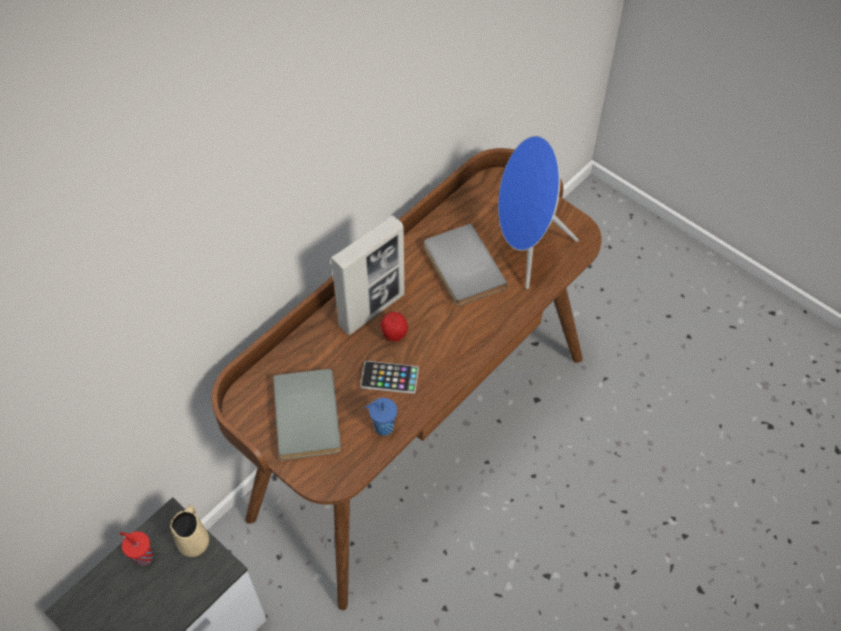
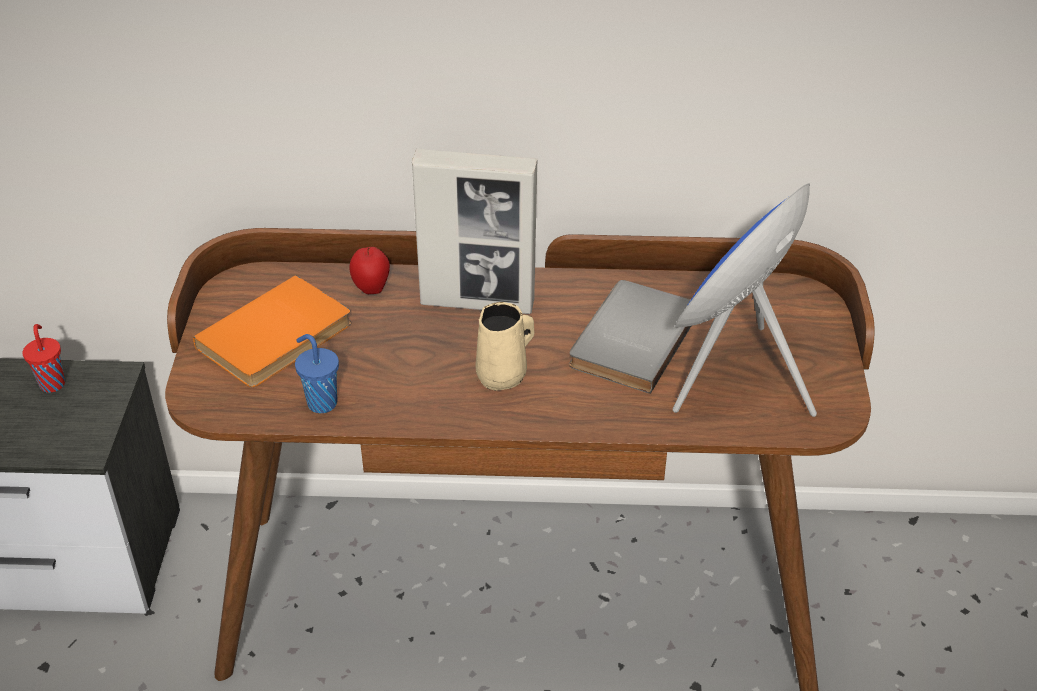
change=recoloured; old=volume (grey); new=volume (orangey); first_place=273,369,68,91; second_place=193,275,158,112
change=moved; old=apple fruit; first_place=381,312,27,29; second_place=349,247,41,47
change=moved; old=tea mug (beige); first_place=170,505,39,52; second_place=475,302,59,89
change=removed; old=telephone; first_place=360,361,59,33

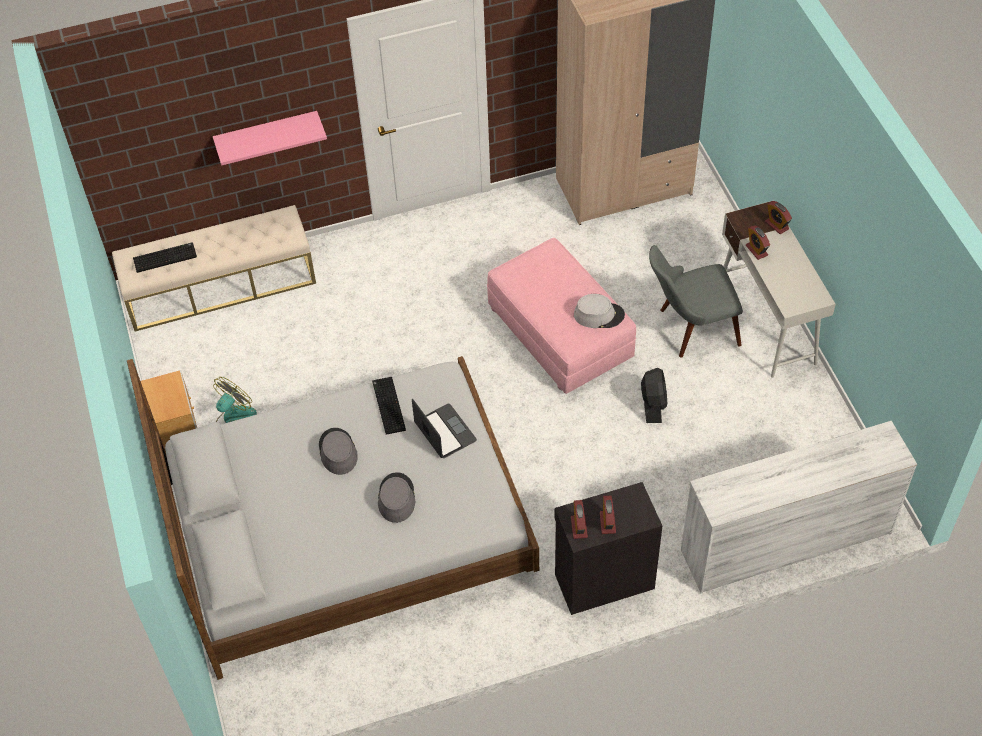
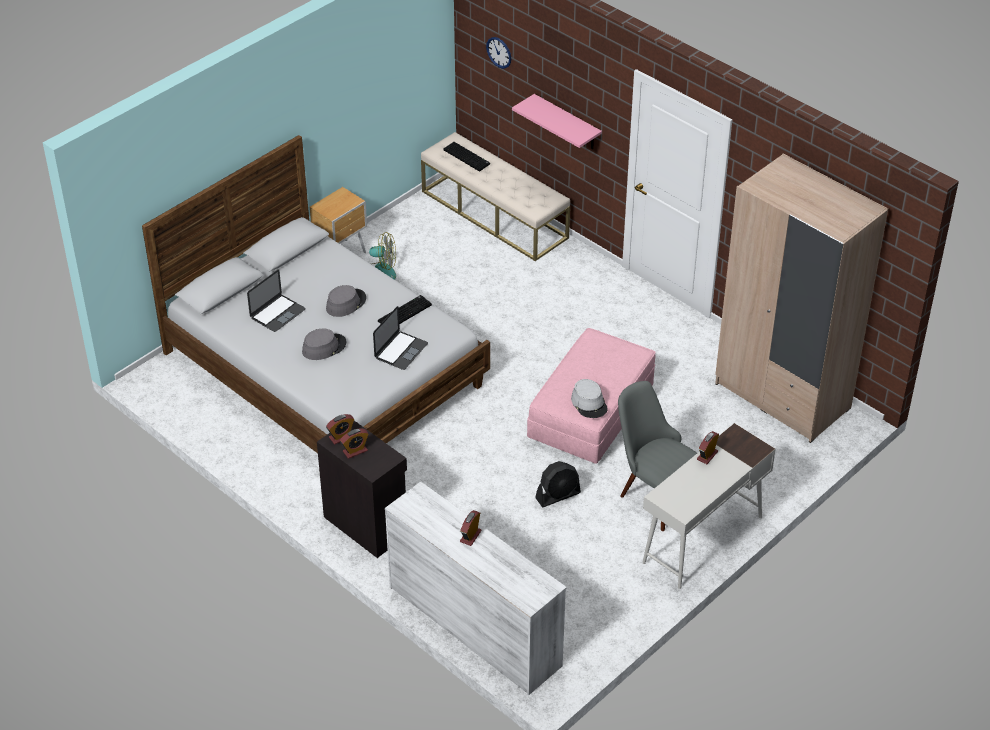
change=added; new=laptop; second_place=247,270,58,62
change=moved; old=table clock; first_place=765,201,27,33; second_place=460,510,21,36
change=added; new=clock on the wall; second_place=486,37,25,32

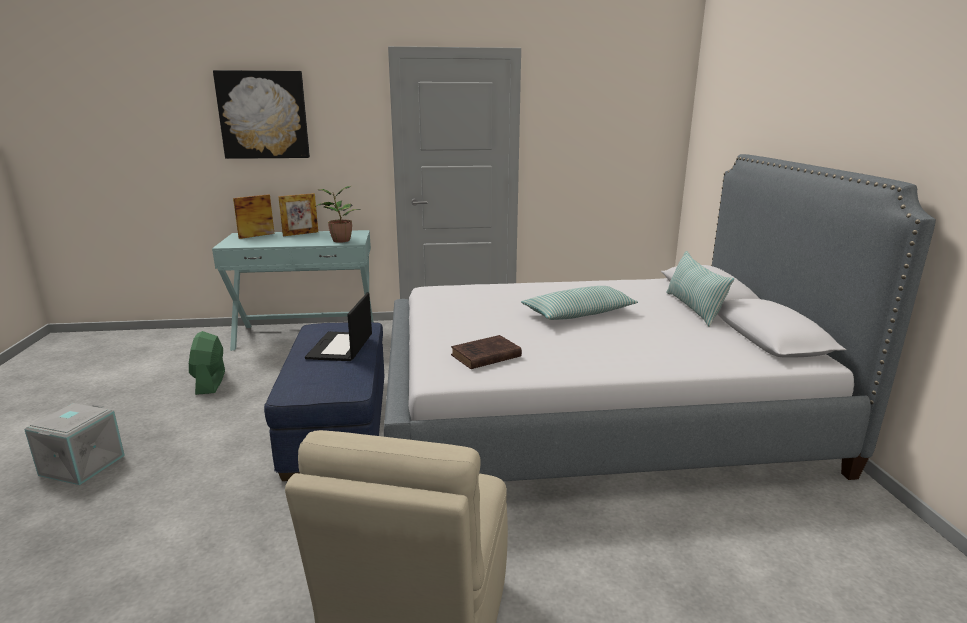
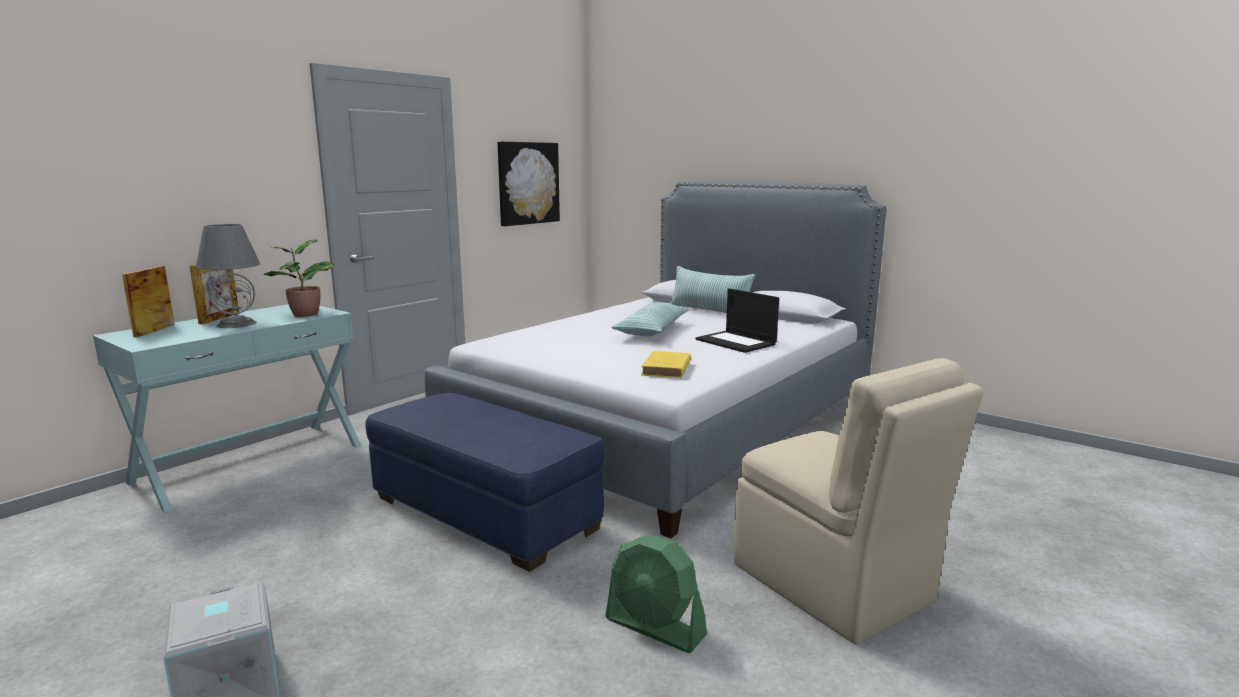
change=added; new=tabletop lamp (grey); second_place=195,224,65,104
change=moved; old=wall art; first_place=213,70,97,89; second_place=498,142,62,84
change=moved; old=electric fan (green-coloured); first_place=189,331,36,64; second_place=605,536,102,117
change=recoloured; old=volume (brown-coloured); new=volume (yellow); first_place=451,335,71,34; second_place=641,351,50,27
change=moved; old=laptop; first_place=305,293,67,68; second_place=696,288,83,65

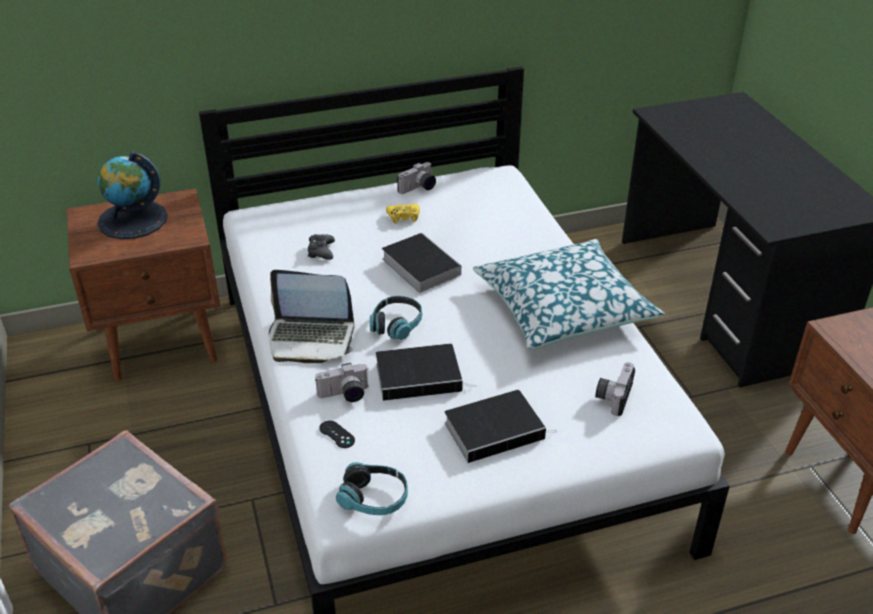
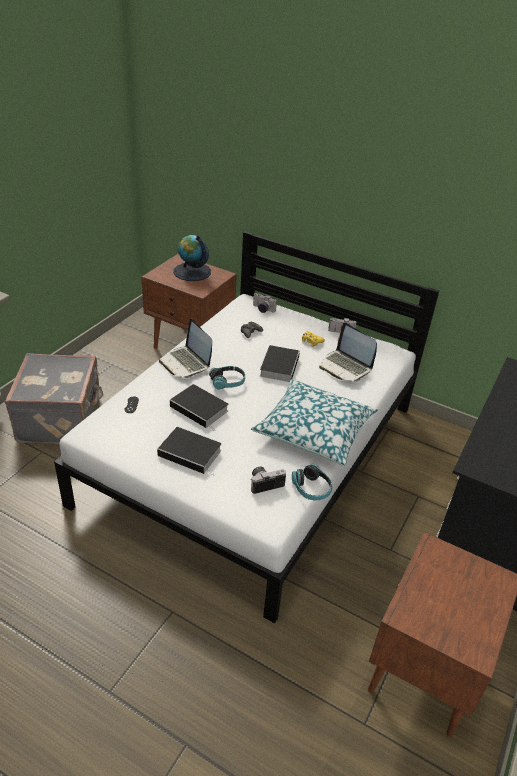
change=moved; old=photo camera; first_place=315,363,54,39; second_place=253,293,24,20
change=moved; old=headset; first_place=336,462,72,53; second_place=292,464,40,36
change=added; new=laptop; second_place=319,323,58,58

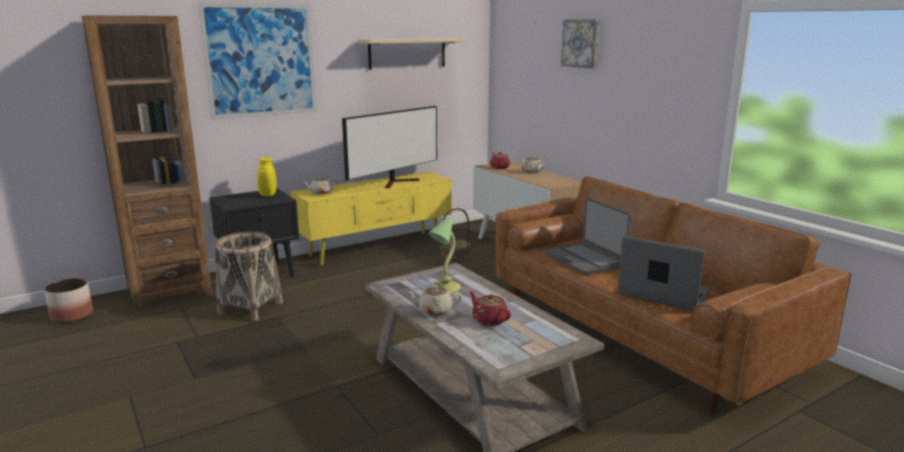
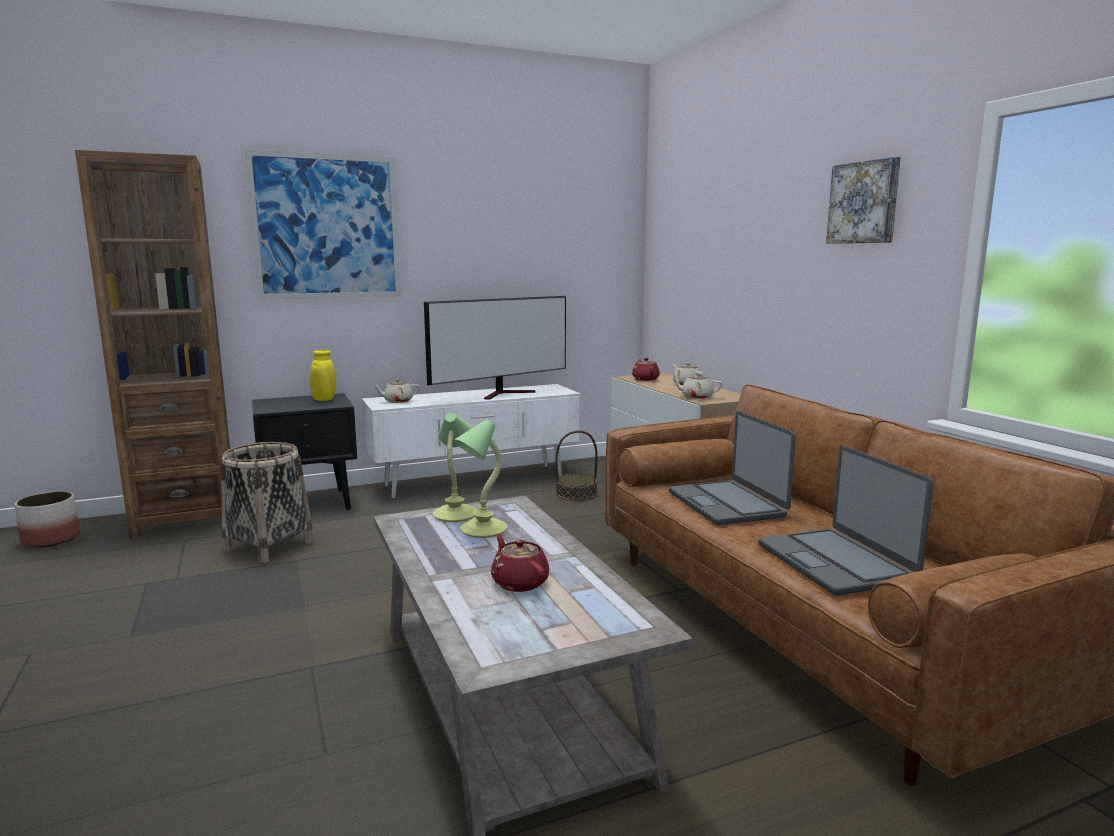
change=recoloured; old=tv stand (yellow); new=tv stand (whitish); first_place=290,172,162,94; second_place=362,384,218,114
change=added; new=tabletop lamp; second_place=433,413,44,109
change=moved; old=tea pot (beige); first_place=406,285,55,31; second_place=671,373,51,26
change=turned; old=laptop; first_place=618,236,92,75; second_place=758,445,175,151; degrees=-150
change=moved; old=wall art; first_place=561,19,39,49; second_place=826,157,75,87
change=removed; old=shelf (beige); first_place=358,38,109,32

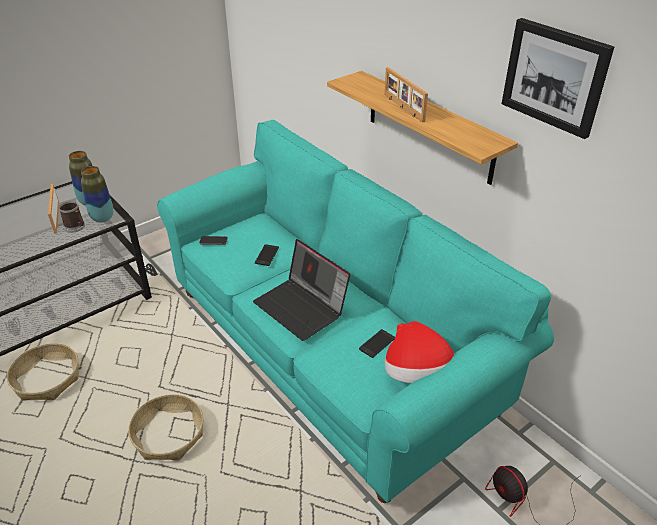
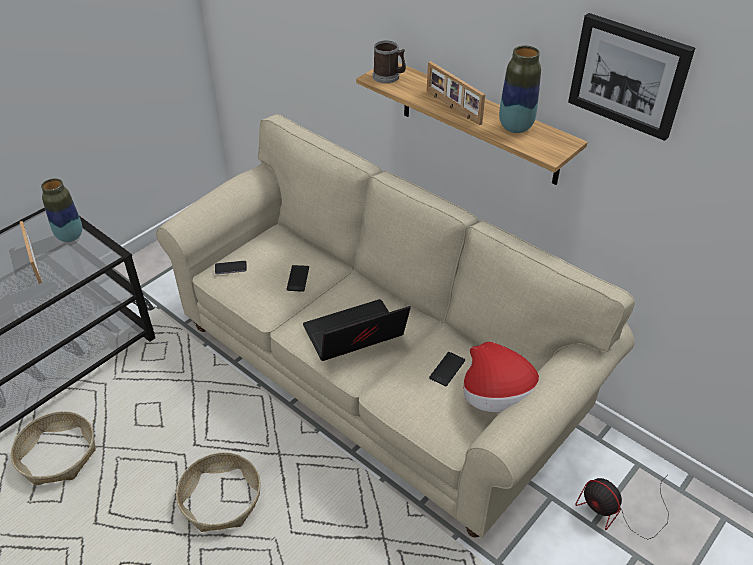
change=recoloured; old=couch (turquoise-coloured); new=couch (beige); first_place=157,120,397,383; second_place=156,114,479,424
change=turned; old=laptop; first_place=253,239,97,102; second_place=303,299,108,62; degrees=120
change=moved; old=tea mug; first_place=58,201,27,32; second_place=373,40,33,43
change=moved; old=decorative vase; first_place=81,166,33,57; second_place=499,45,42,88

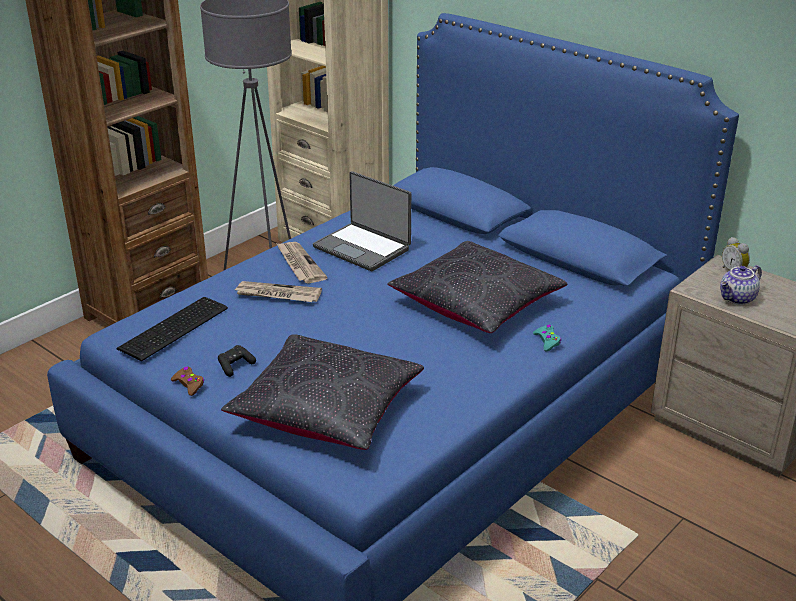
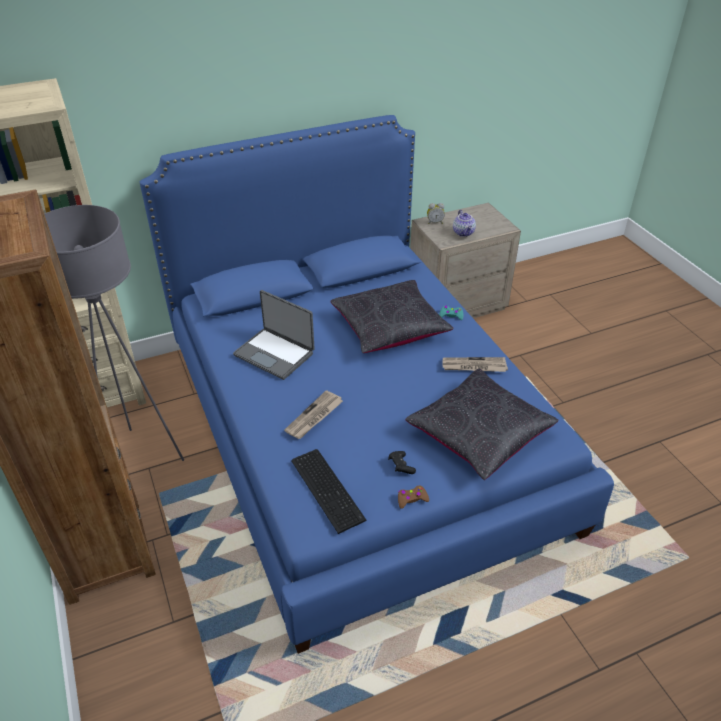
change=turned; old=laptop; first_place=313,171,98,100; second_place=233,290,81,90; degrees=60
change=moved; old=daily paper; first_place=276,242,51,42; second_place=443,357,65,15

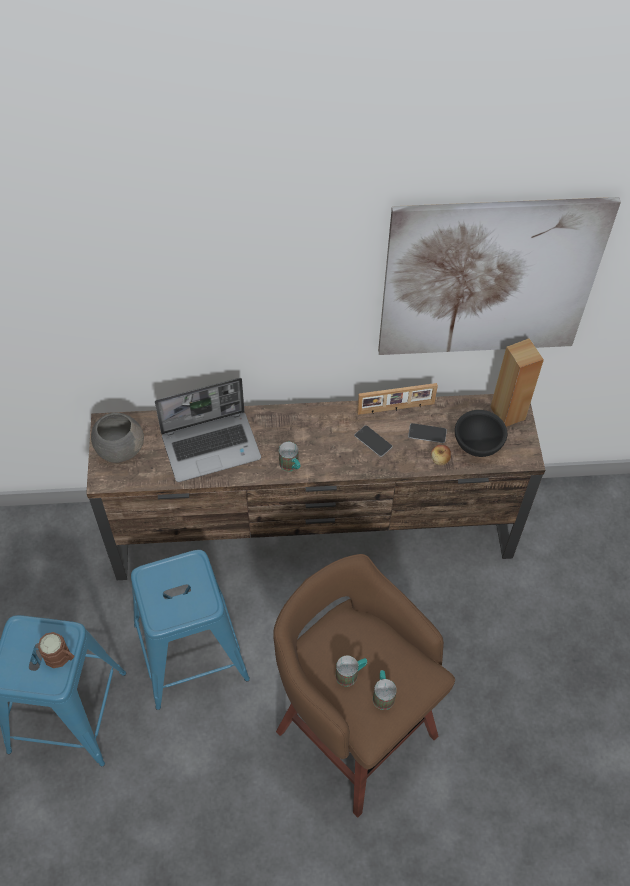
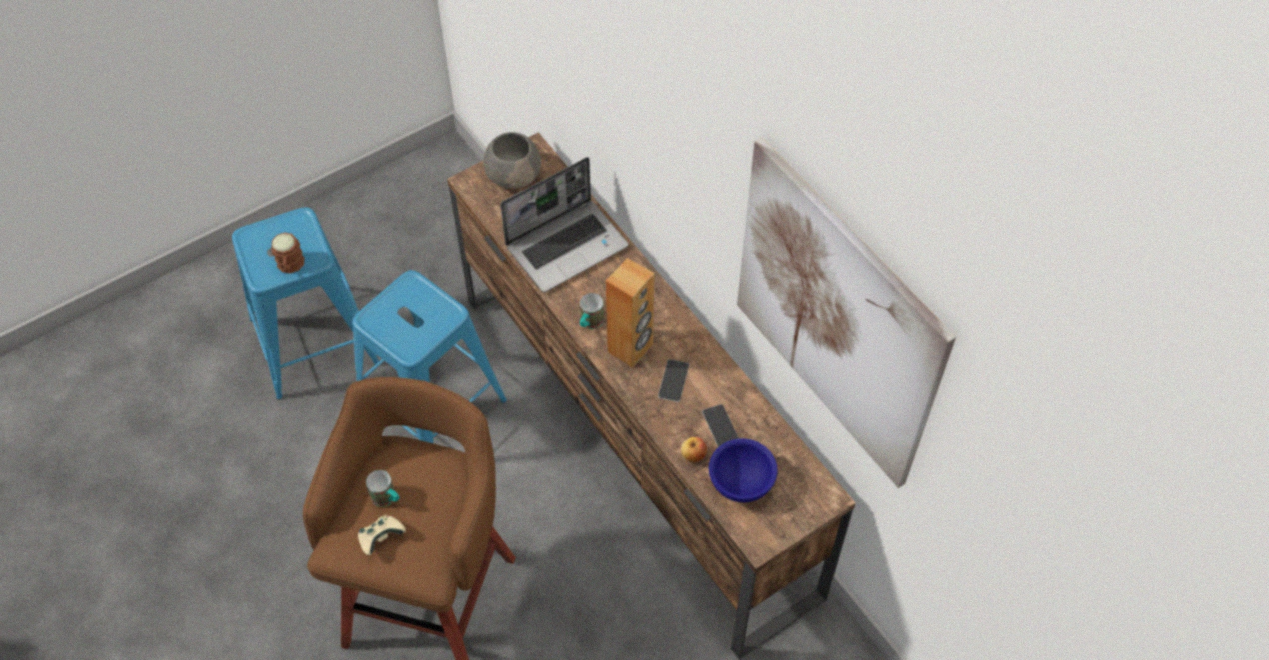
change=replaced; old=tea mug; new=joypad (beige); first_place=373,670,24,40; second_place=358,515,48,40
change=turned; old=laptop; first_place=155,378,106,104; second_place=500,157,128,135; degrees=-75
change=moved; old=loudspeaker (brown-coloured); first_place=490,338,54,89; second_place=606,258,49,110
change=recoloured; old=serving bowl (black-coloured); new=serving bowl (blue-coloured); first_place=455,410,52,47; second_place=709,438,69,64
change=removed; old=standing frame; first_place=357,383,81,32

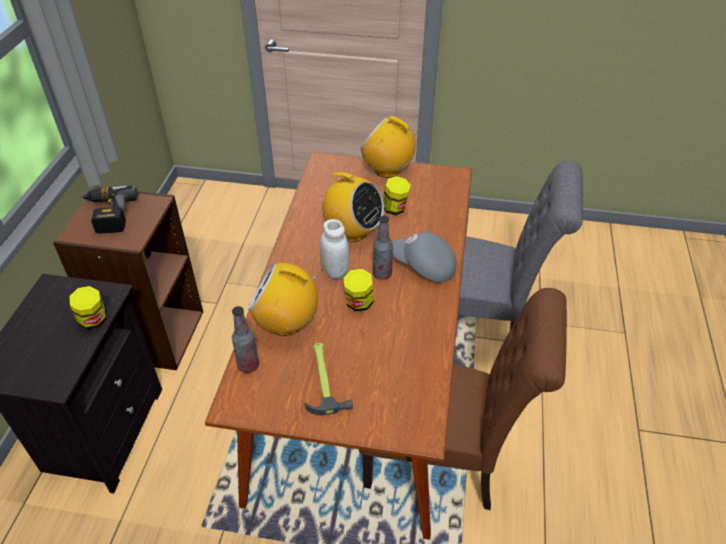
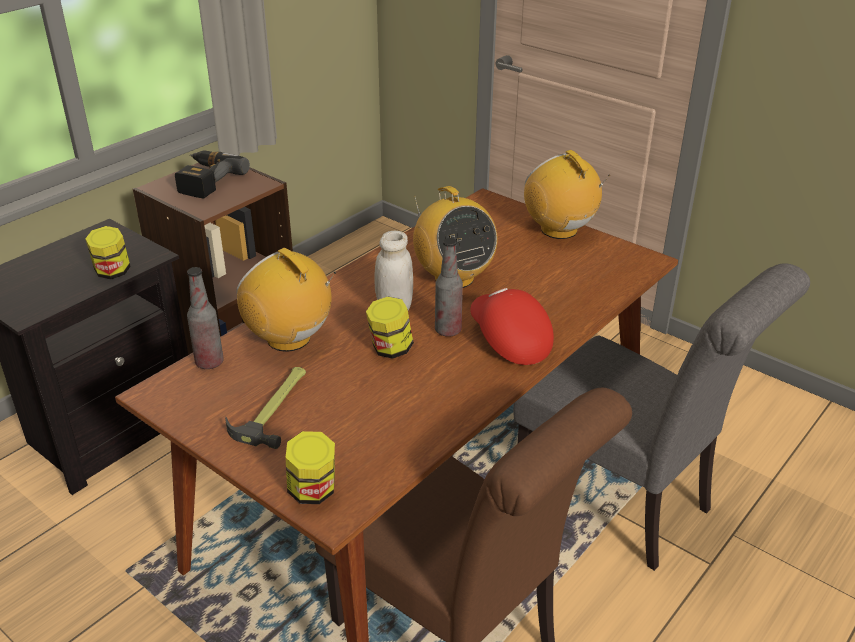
change=moved; old=jar; first_place=383,176,28,39; second_place=285,431,50,73
change=recoloured; old=peaked cap (grey); new=peaked cap (red); first_place=393,232,63,50; second_place=470,288,84,77

